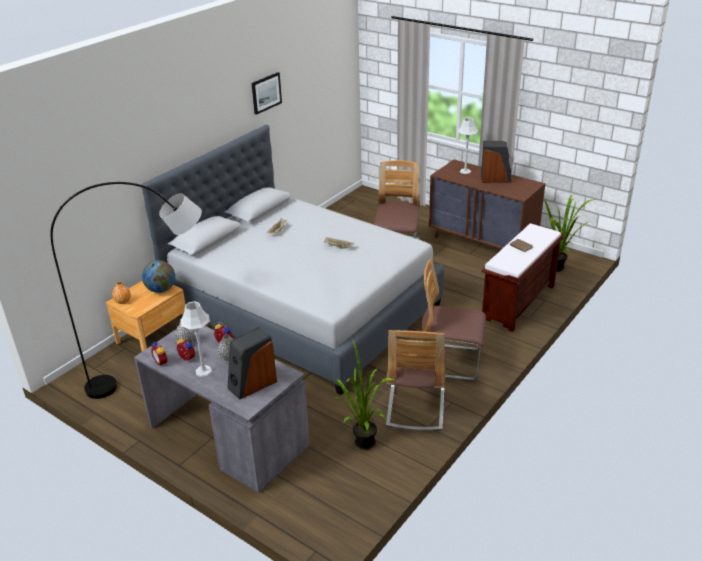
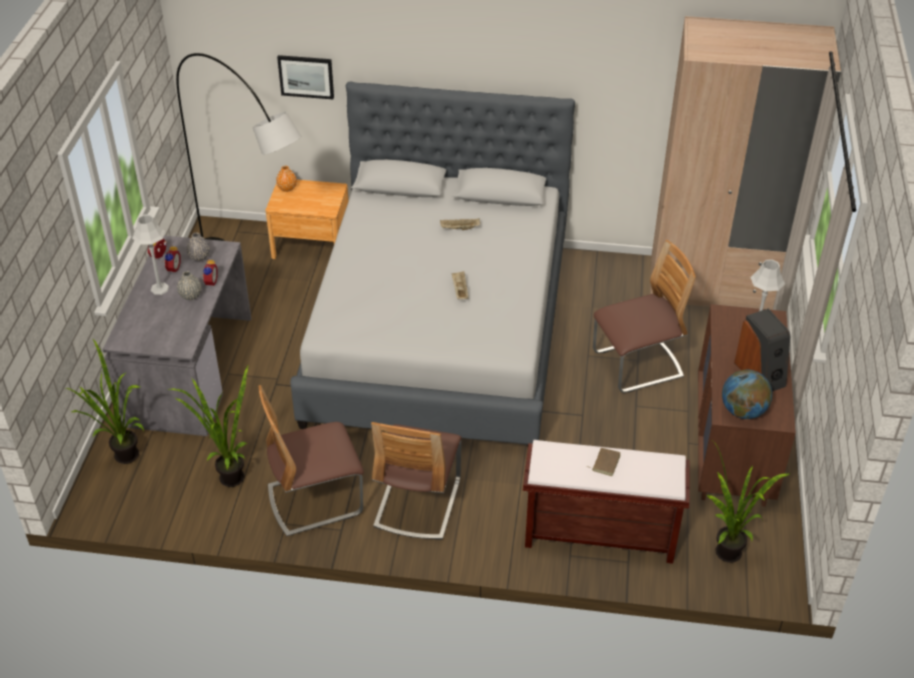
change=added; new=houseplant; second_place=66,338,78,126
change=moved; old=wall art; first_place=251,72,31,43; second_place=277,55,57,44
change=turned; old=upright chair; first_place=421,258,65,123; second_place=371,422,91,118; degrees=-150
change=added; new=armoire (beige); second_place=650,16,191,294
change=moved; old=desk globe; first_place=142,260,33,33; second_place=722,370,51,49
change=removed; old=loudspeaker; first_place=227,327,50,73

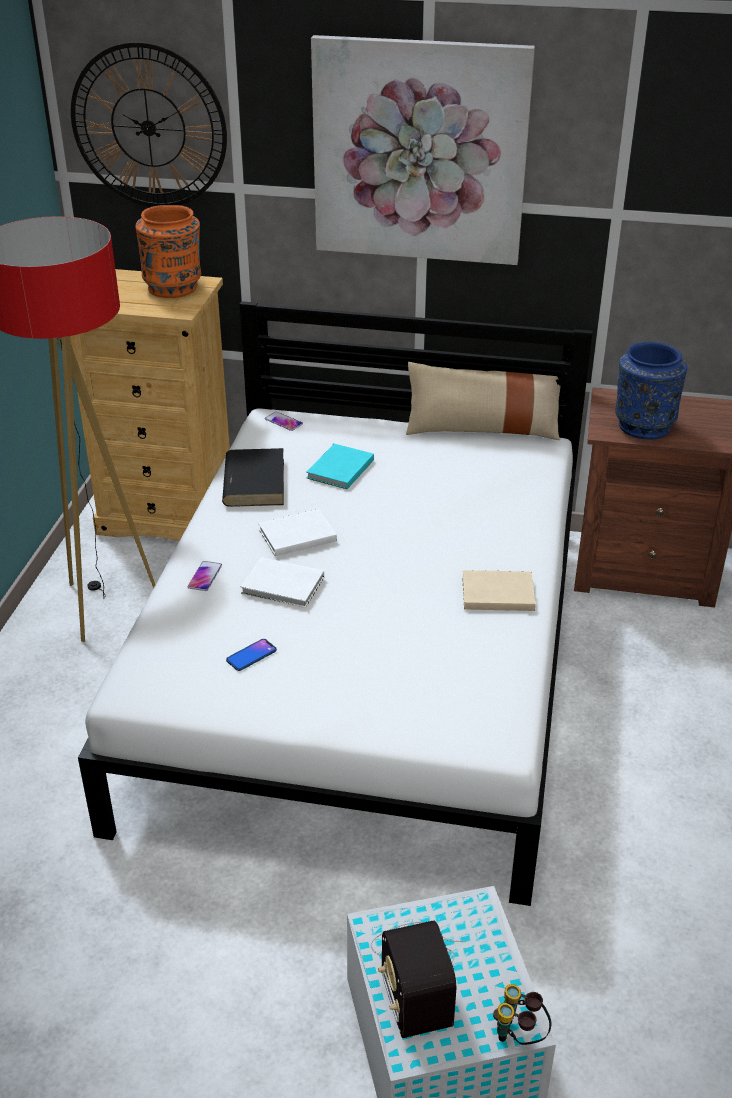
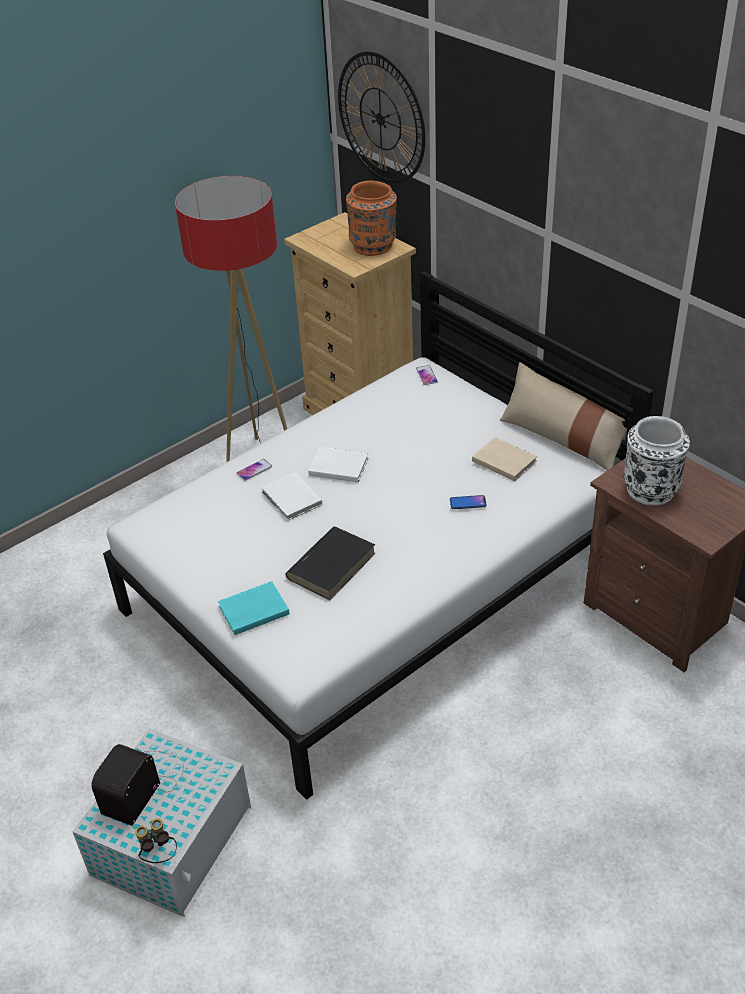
change=moved; old=volume (turquoise-coloured); first_place=306,444,68,45; second_place=218,581,71,54
change=moved; old=volume (black-coloured); first_place=222,448,62,59; second_place=285,527,91,73
change=moved; old=telephone; first_place=226,639,51,32; second_place=450,495,37,14
change=moved; old=volume (beige); first_place=462,570,74,41; second_place=472,437,65,44
change=recoloured; old=decorative vase (blue-coloured); new=decorative vase (whitish); first_place=615,342,72,97; second_place=624,416,66,90
change=removed; old=wall art; first_place=311,35,224,230

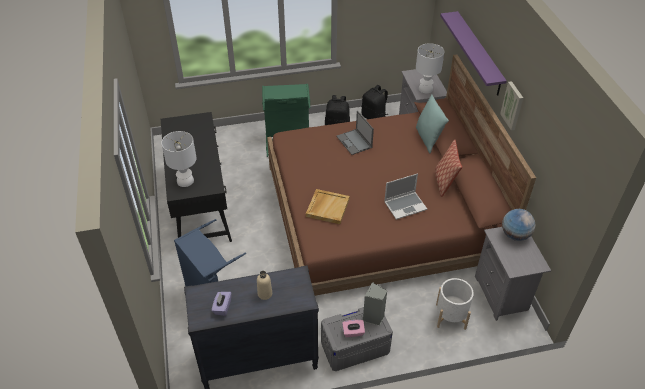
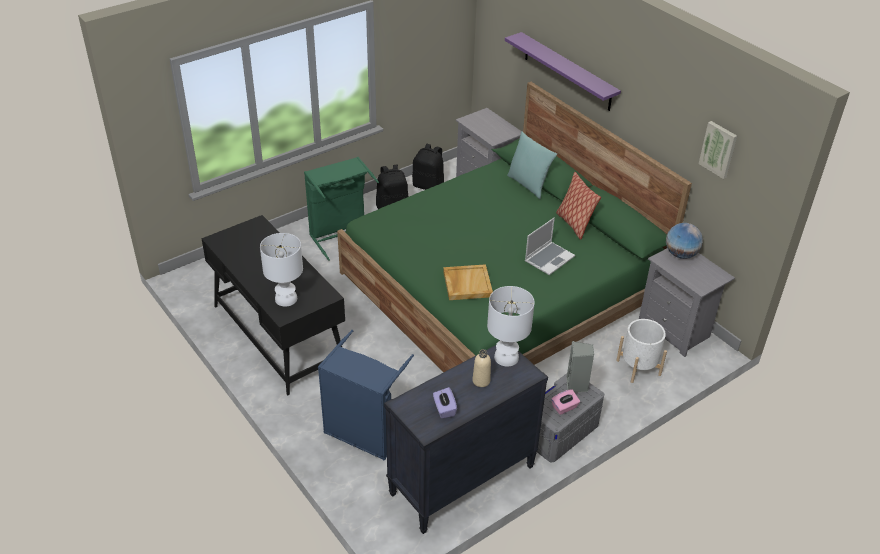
change=recoloured; old=sleeping bed (brown-coloured); new=sleeping bed (green-coloured); first_place=267,54,269,242; second_place=337,82,355,290
change=moved; old=tabletop lamp (whitish); first_place=416,43,28,50; second_place=487,286,48,81
change=moved; old=wall art; first_place=500,81,23,50; second_place=699,121,38,58
change=removed; old=laptop; first_place=336,111,38,44

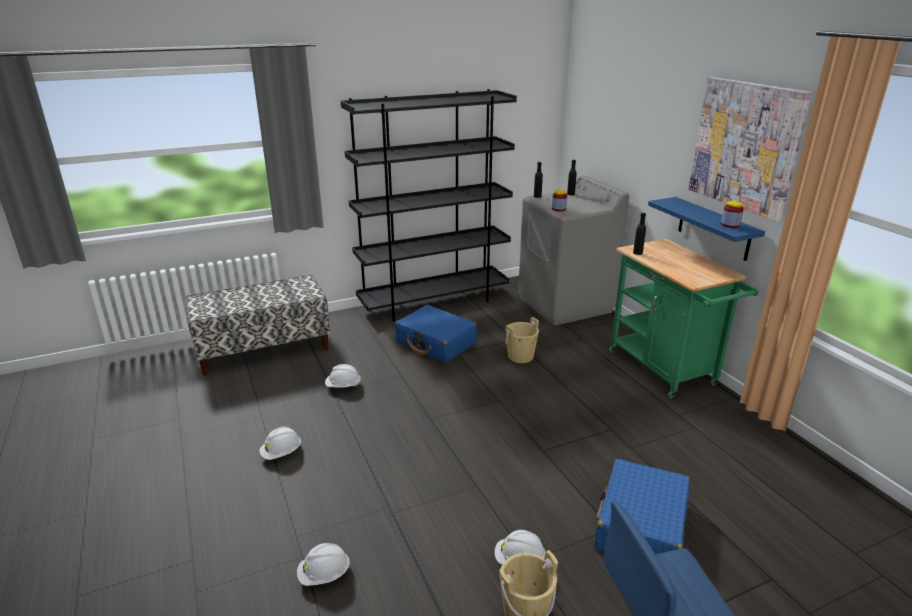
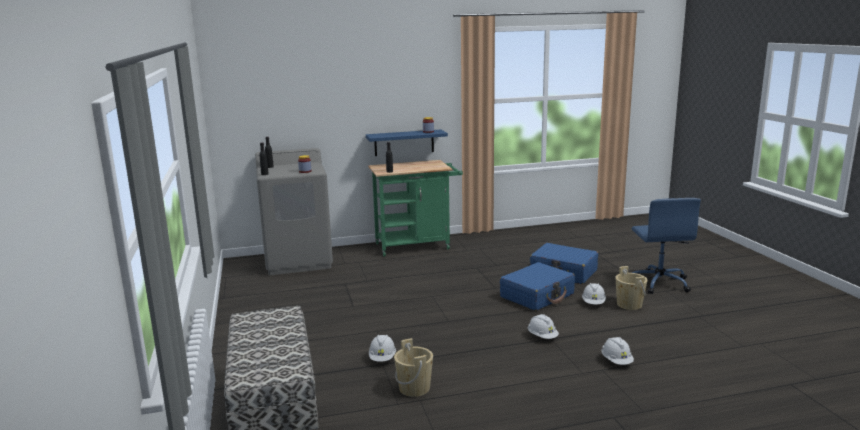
change=moved; old=pail (beige); first_place=505,317,34,46; second_place=394,338,39,59
change=moved; old=travel case (blue-coloured); first_place=395,305,82,58; second_place=500,262,75,49
change=moved; old=hard hat (whitish); first_place=259,427,42,33; second_place=528,314,31,25
change=removed; old=bookcase (black-coloured); first_place=341,89,176,232
change=removed; old=wall art; first_place=689,77,123,144

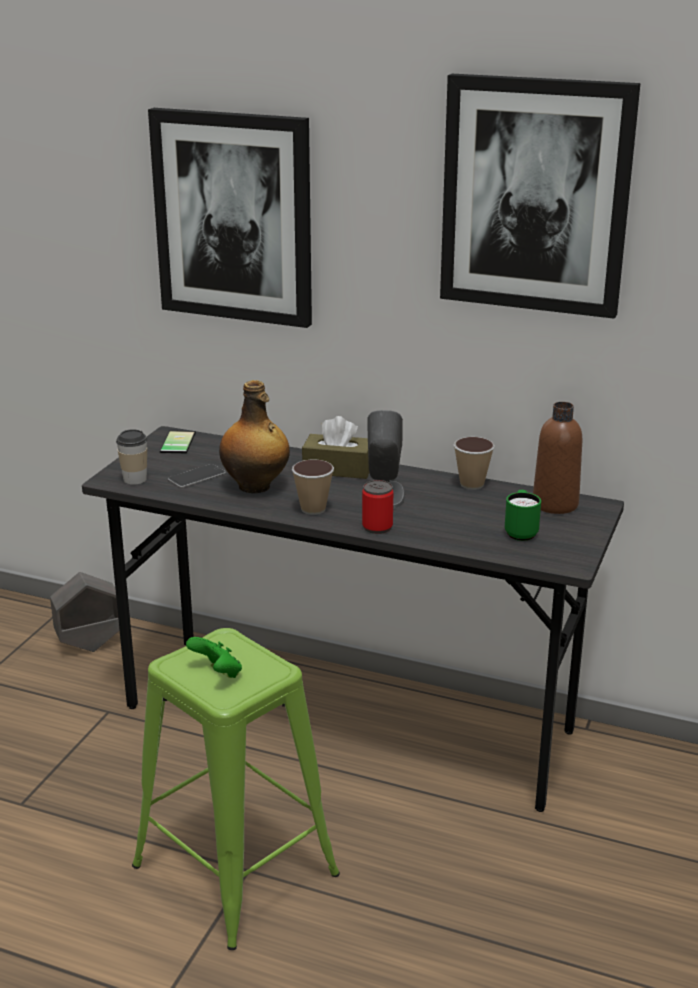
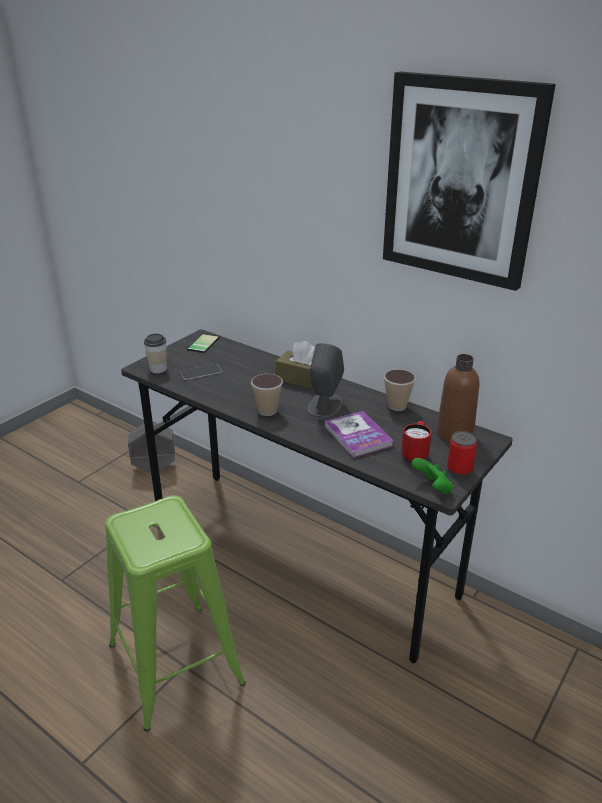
change=added; new=volume; second_place=324,411,70,47
change=recoloured; old=tea mug (green-coloured); new=tea mug (red); first_place=505,490,36,51; second_place=401,421,31,42
change=moved; old=joypad (green-coloured); first_place=186,637,56,41; second_place=412,458,41,36
change=moved; old=can; first_place=362,480,31,54; second_place=447,431,30,45
change=removed; old=wall art; first_place=148,108,164,220
change=removed; old=bottle; first_place=219,380,71,113

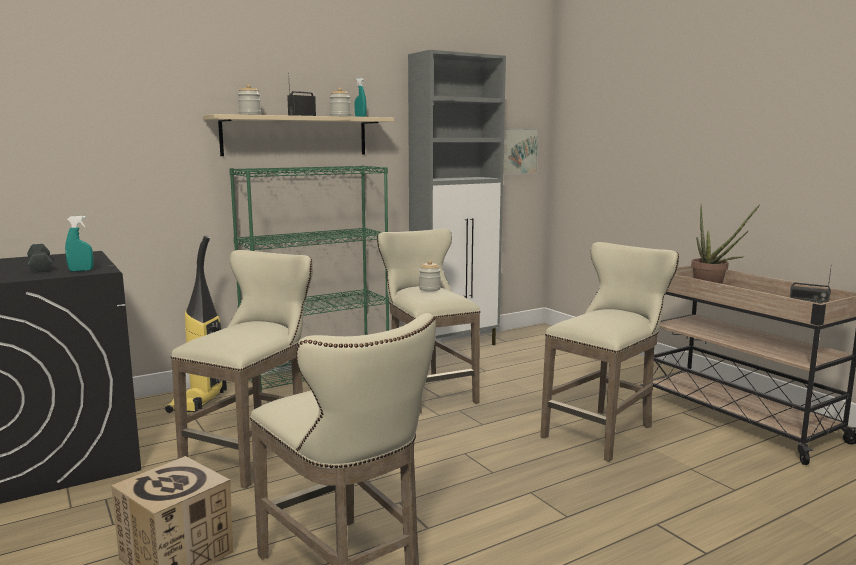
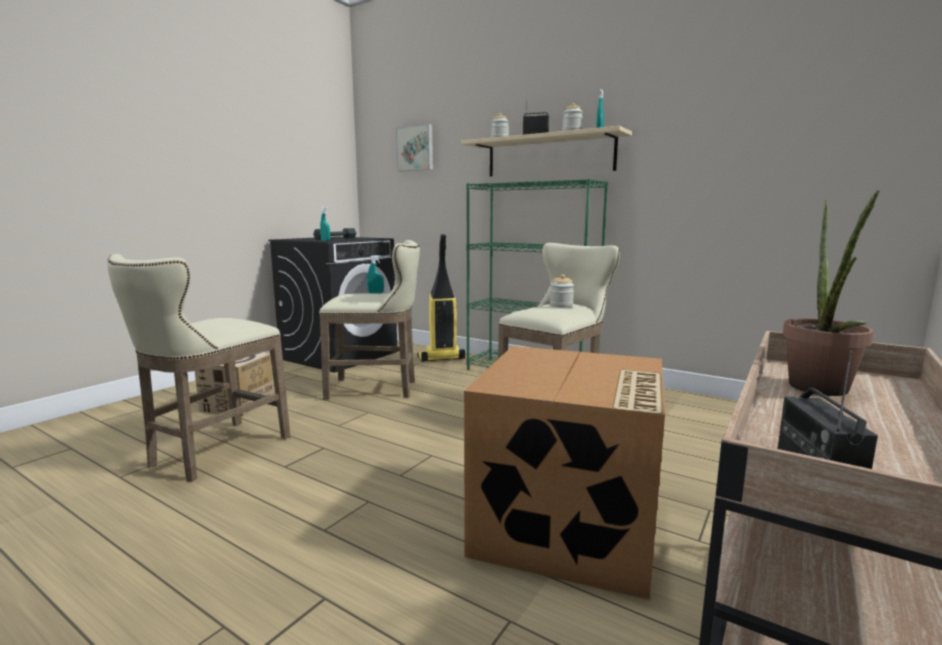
change=added; new=hand sprayer (turquoise-coloured); second_place=367,255,17,38
change=moved; old=wall art; first_place=503,128,36,47; second_place=396,124,37,47
change=replaced; old=stool seat (beige); new=carton; first_place=540,242,139,220; second_place=464,346,201,254
change=removed; old=cupboard (grey); first_place=408,50,98,295

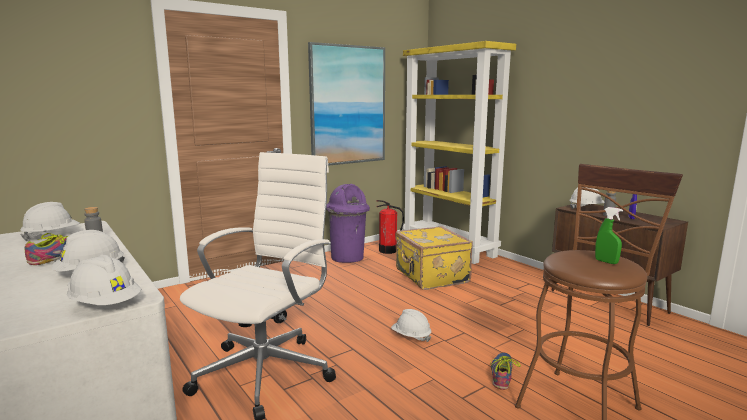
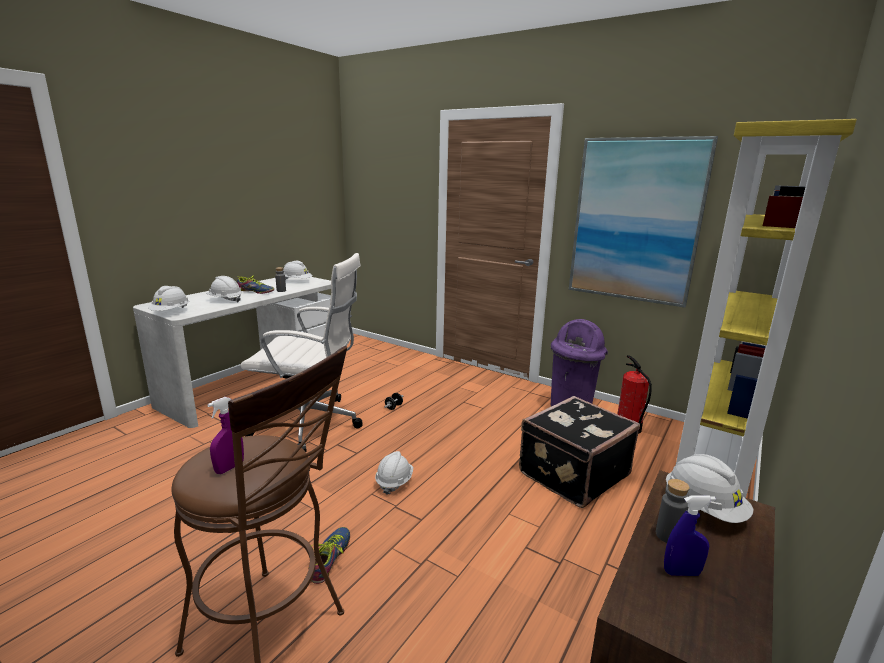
change=recoloured; old=hand sprayer (green-coloured); new=hand sprayer (purplish); first_place=595,207,28,57; second_place=207,397,37,77
change=turned; old=low shoe; first_place=490,353,31,37; second_place=308,527,42,57; degrees=-75
change=recoloured; old=travel case (yellow); new=travel case (black-coloured); first_place=395,226,78,64; second_place=519,396,121,112

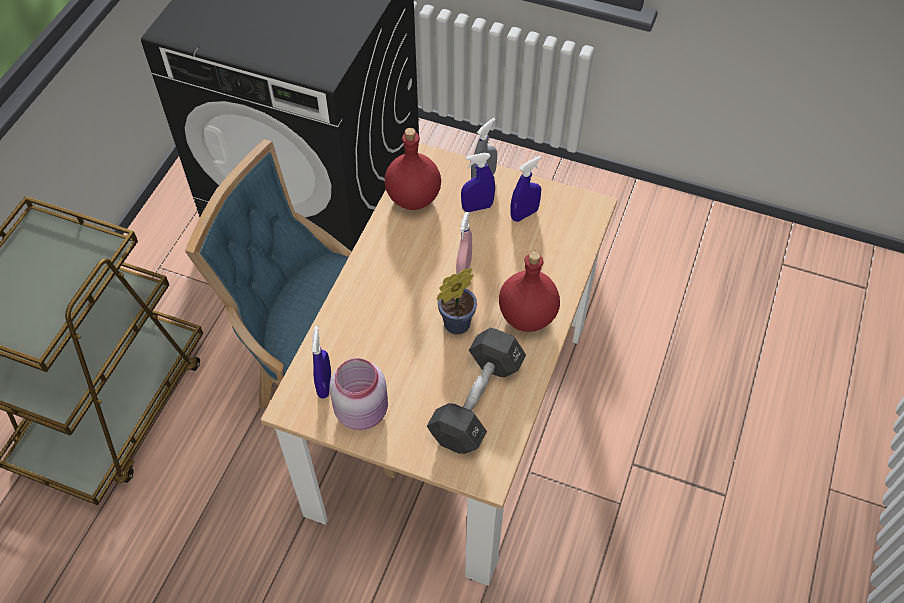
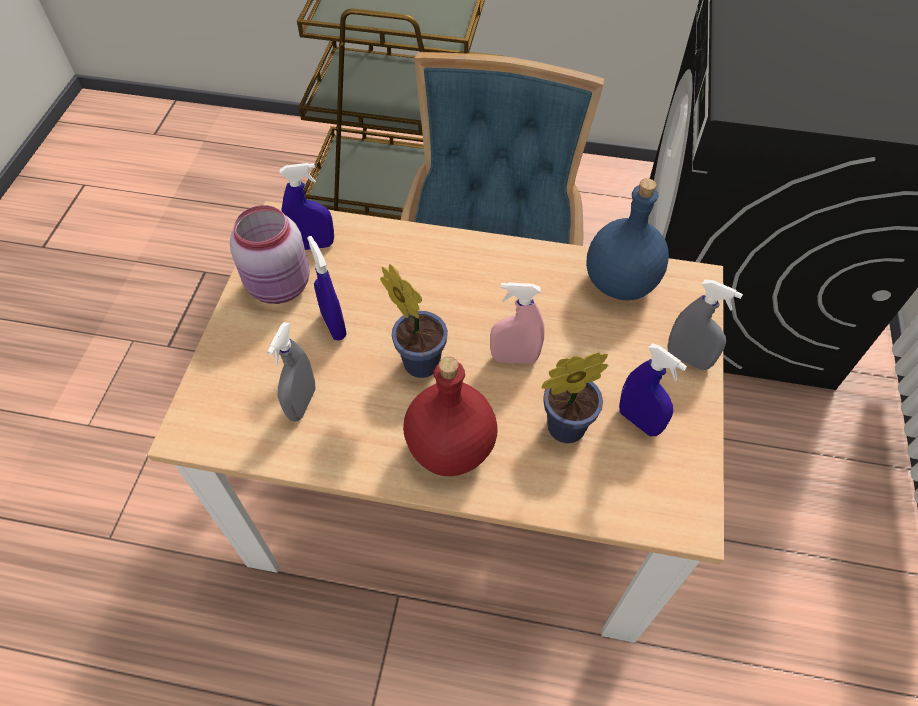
change=replaced; old=hand weight (black-coloured); new=hand sprayer (grey); first_place=427,328,99,126; second_place=267,322,49,100
change=moved; old=hand sprayer (blue-coloured); first_place=461,153,34,59; second_place=307,236,40,105
change=added; new=houseplant; second_place=542,353,66,90
change=recoloured; old=bottle (red); new=bottle (blue-coloured); first_place=385,128,56,82; second_place=586,178,83,122

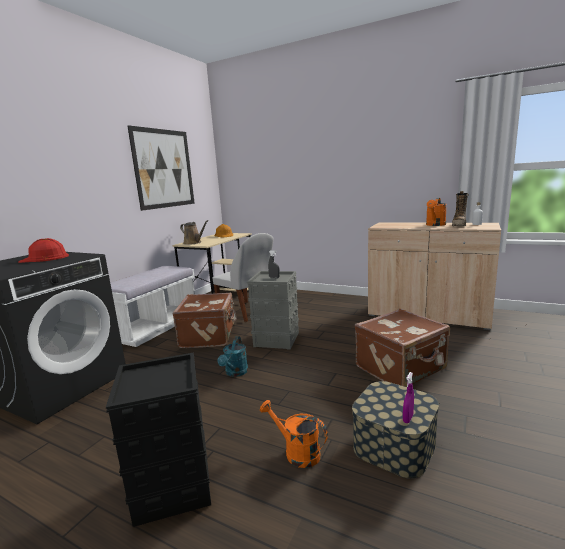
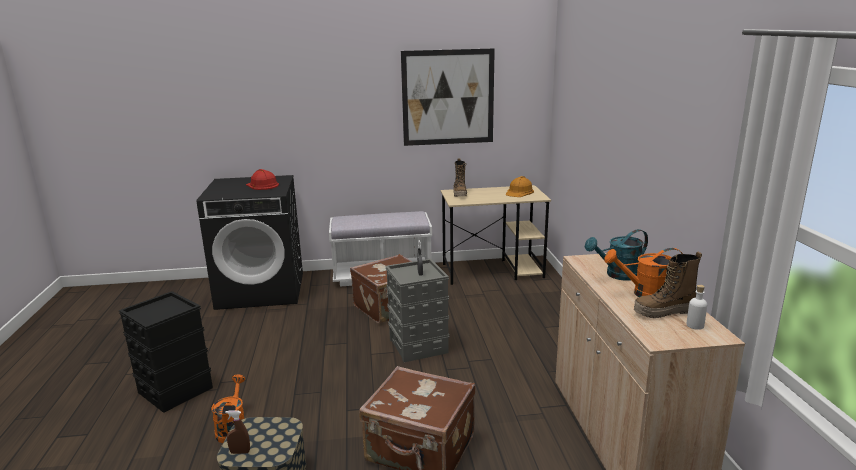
change=recoloured; old=hand sprayer (purplish); new=hand sprayer (brown-coloured); first_place=403,372,11,51; second_place=225,410,25,44
change=replaced; old=sprinkling can (brown-coloured); new=high-top boot; first_place=180,220,28,25; second_place=453,158,14,39
change=moved; old=sprinkling can (turquoise-coloured); first_place=217,336,31,41; second_place=585,229,63,52
change=removed; old=upright chair (whitish); first_place=212,233,62,89

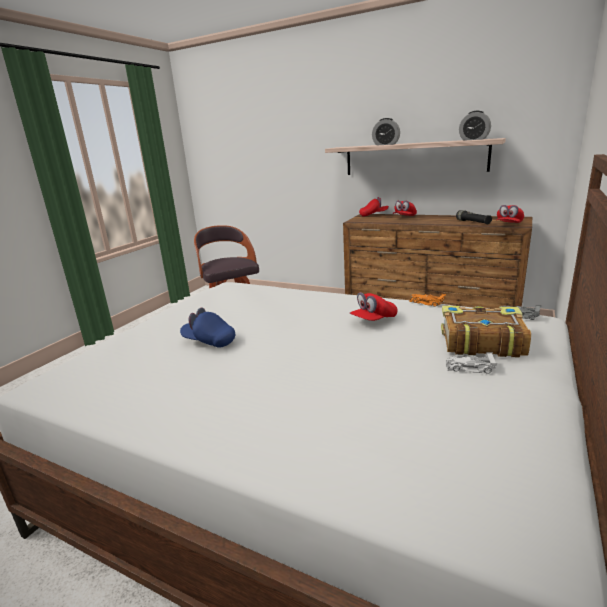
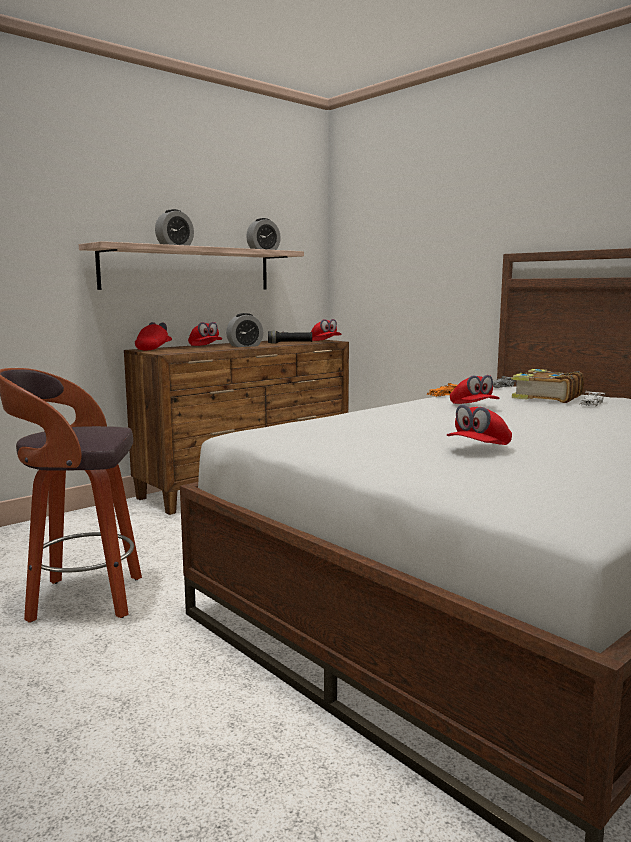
change=added; new=table clock; second_place=226,313,37,34
change=recoloured; old=peaked cap (blue-coloured); new=peaked cap (red); first_place=180,308,55,39; second_place=447,404,65,41

